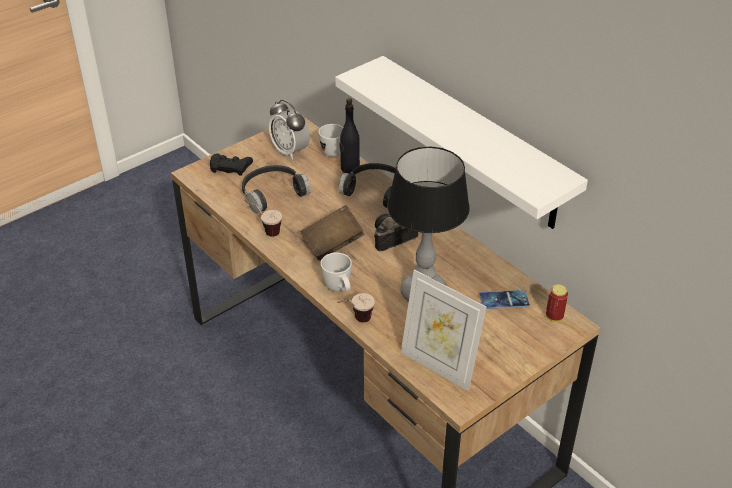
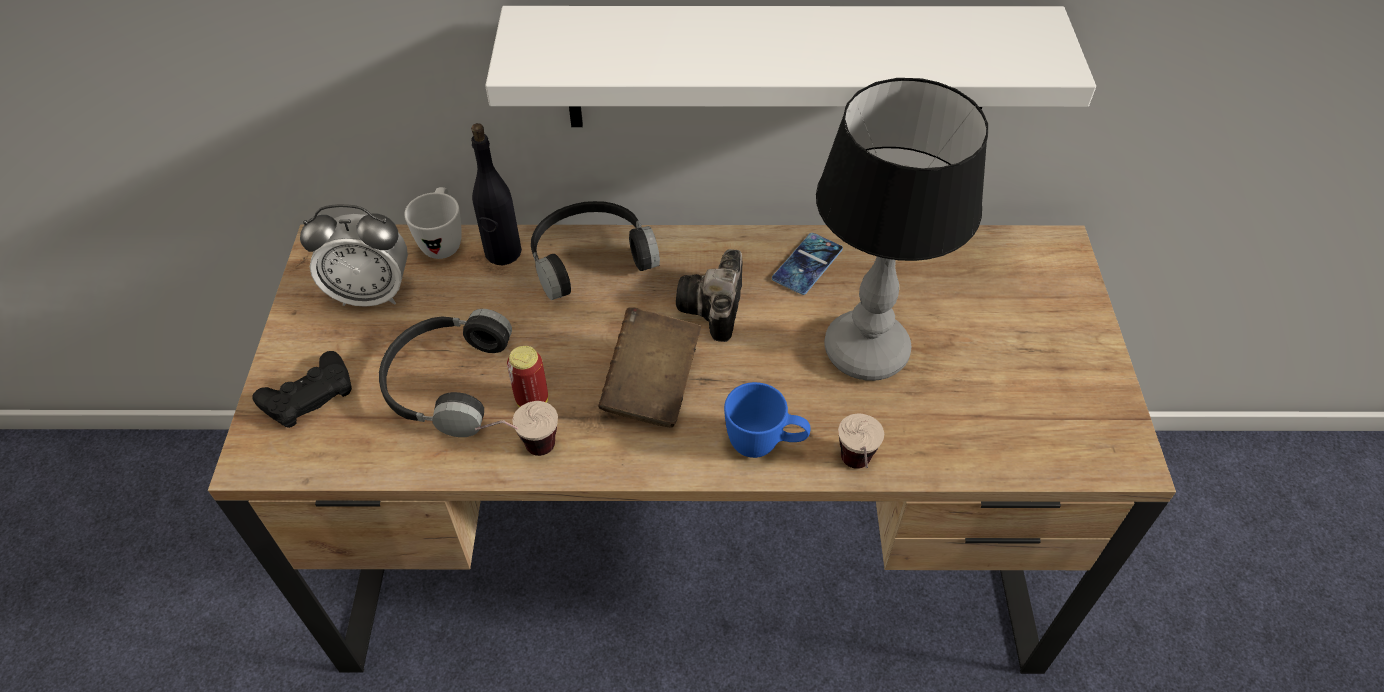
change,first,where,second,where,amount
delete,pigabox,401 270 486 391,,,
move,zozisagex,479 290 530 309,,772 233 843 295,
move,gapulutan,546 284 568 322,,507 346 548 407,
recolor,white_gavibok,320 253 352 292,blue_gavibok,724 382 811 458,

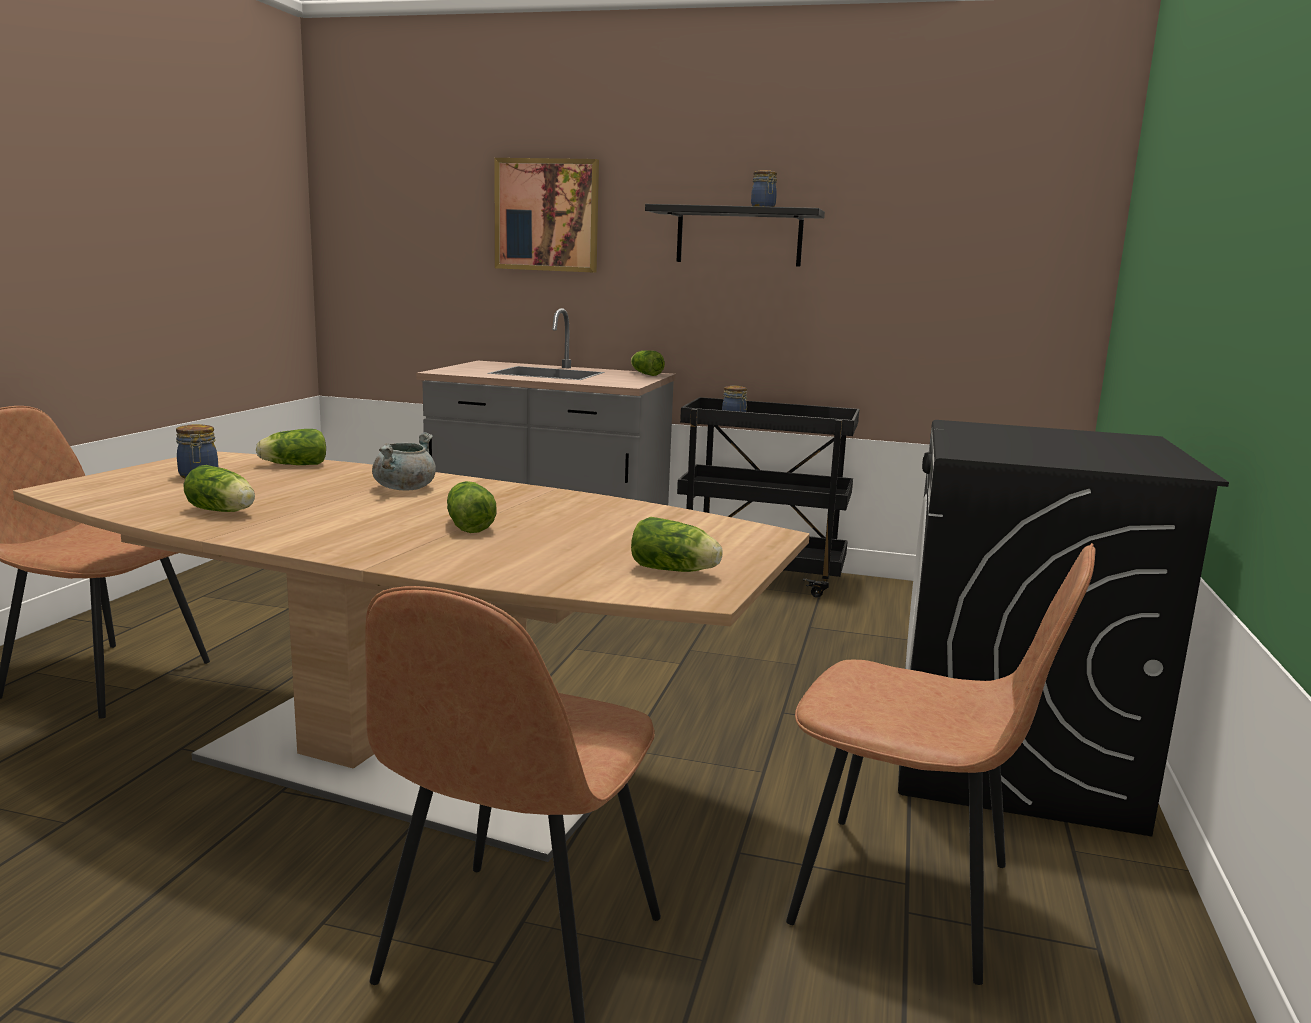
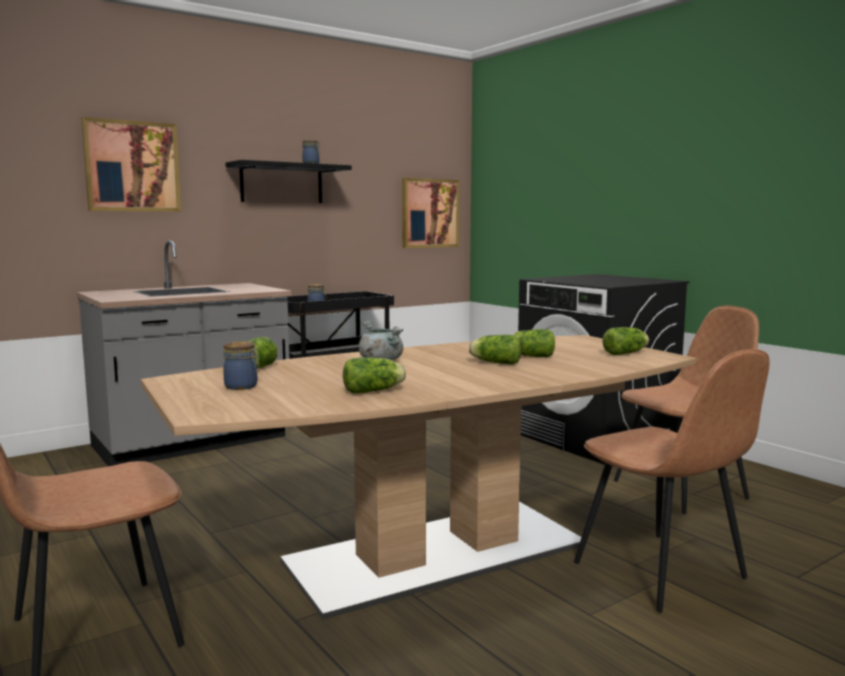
change,first,where,second,where,amount
insert,,,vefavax,402 178 460 248,
move,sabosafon,631 350 665 376,,512 329 555 357,

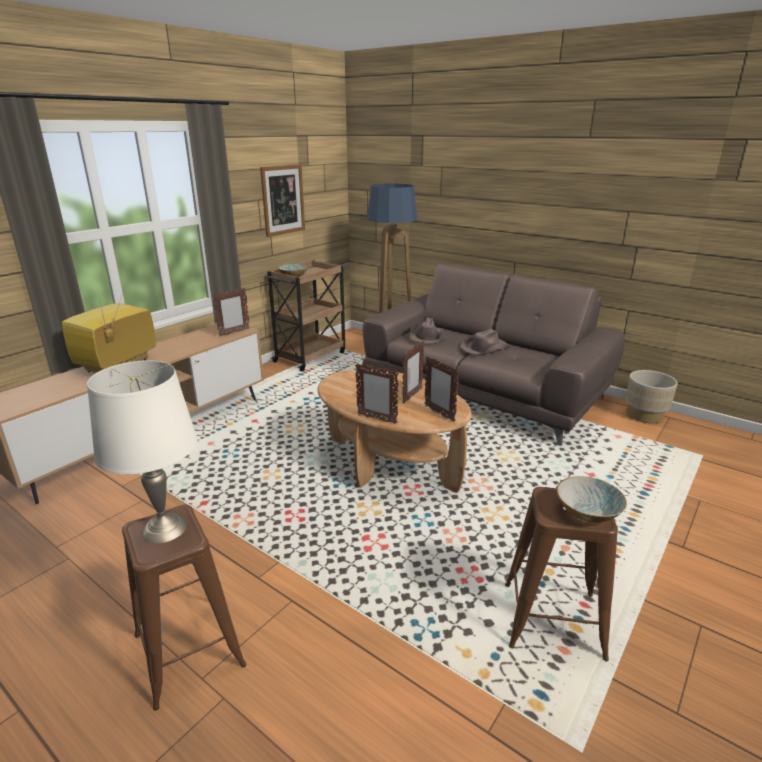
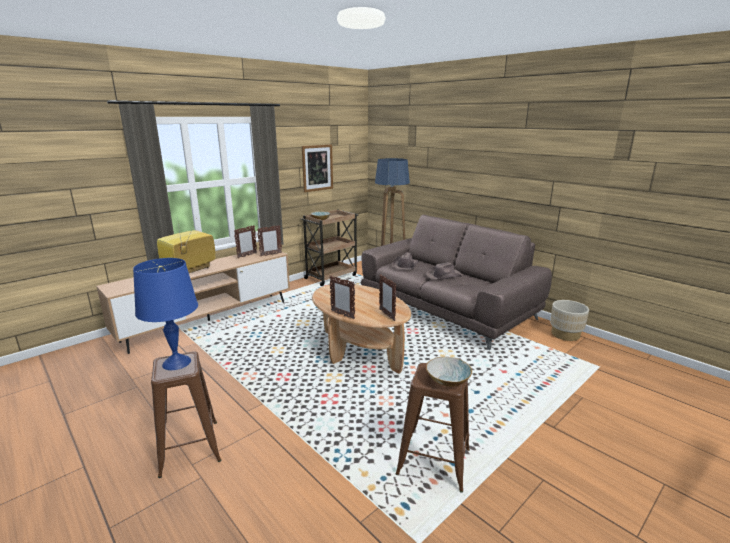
change,first,where,second,where,amount
move,pigabox,402 341 424 404,,234 225 257 258,
recolor,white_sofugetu,87 360 197 544,blue_sofugetu,133 258 198 370,

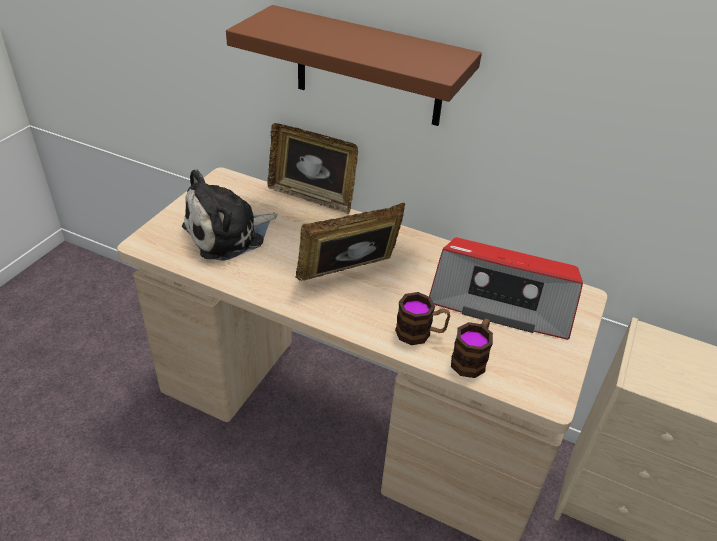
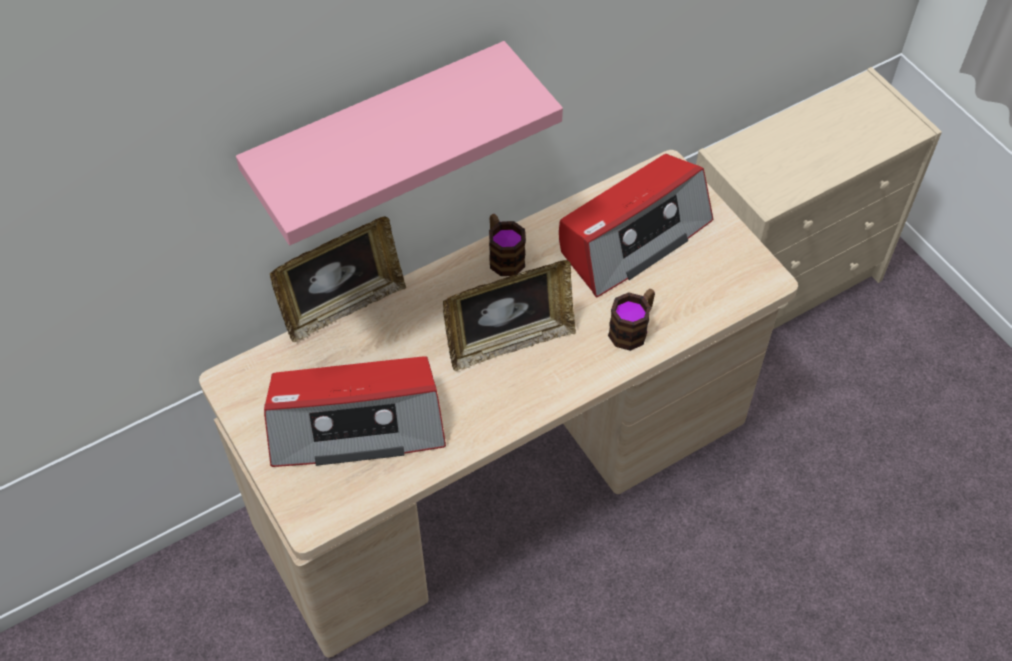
change,first,where,second,where,amount
move,gavibok,451 319 493 378,,489 214 526 276,
replace,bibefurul,182 169 277 261,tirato,264 356 446 467,
recolor,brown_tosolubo,226 5 482 126,pink_tosolubo,236 41 563 245,
rotate,pigabox,295 203 405 281,,443 260 576 371,120 degrees counterclockwise

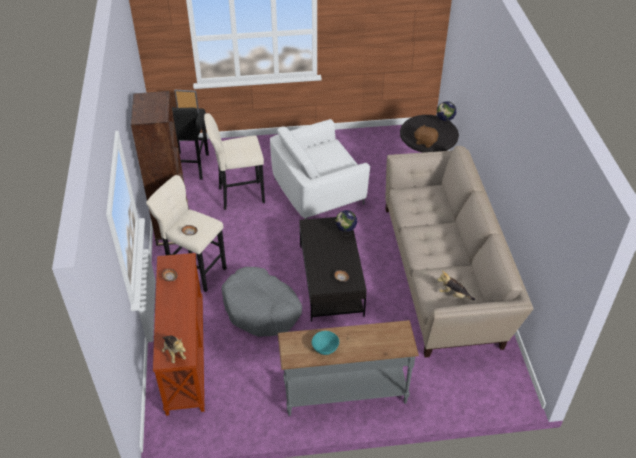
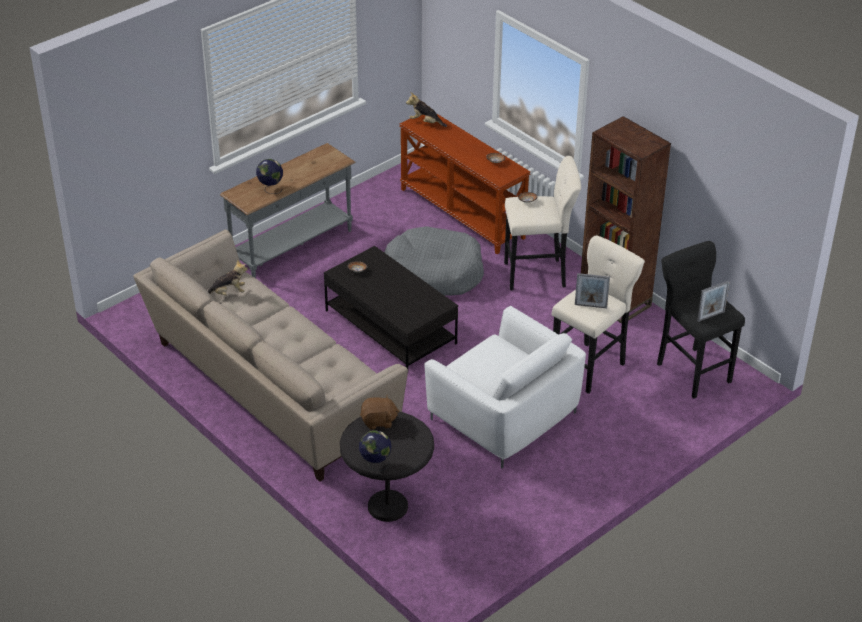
change,first,where,second,where,amount
delete,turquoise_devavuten,312 331 339 355,,,
insert,,,pigabox,575 273 610 308,
move,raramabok,335 210 357 236,,256 159 283 194,
rotate,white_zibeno,270 119 370 219,,424 306 586 468,105 degrees clockwise

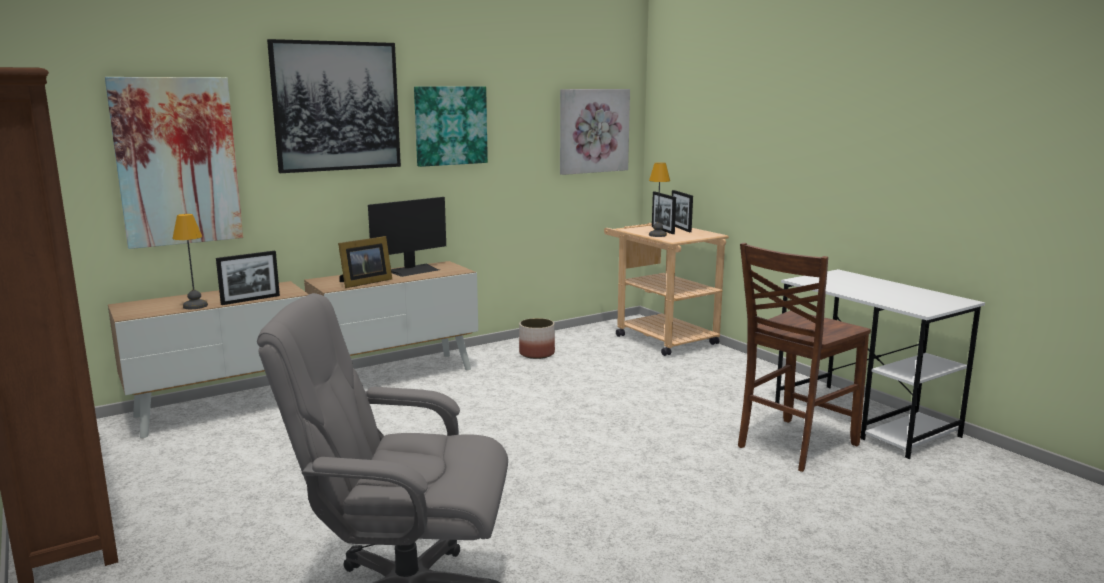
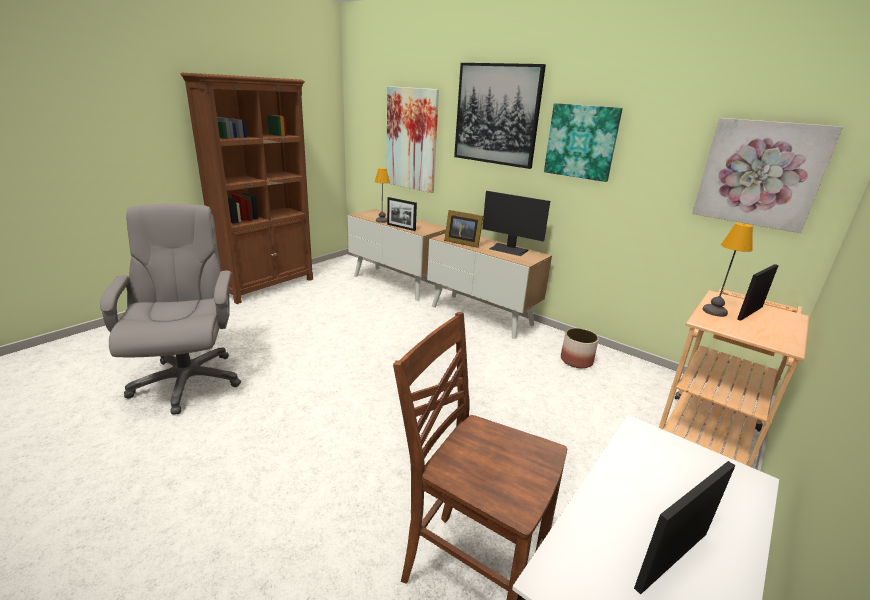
change,first,where,second,where,amount
move,pigabox,672 190 693 232,,634 461 736 595,

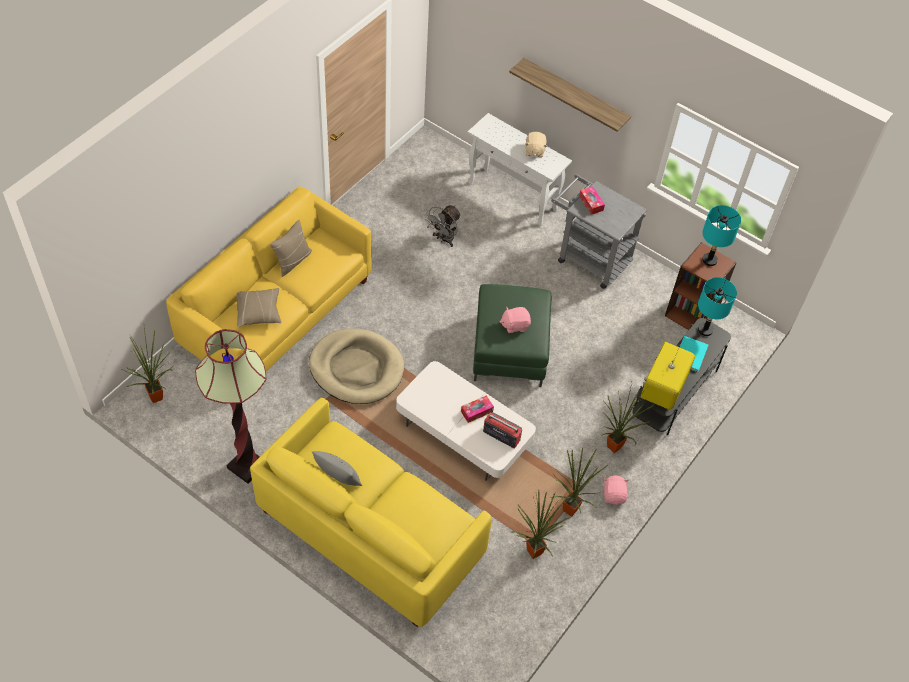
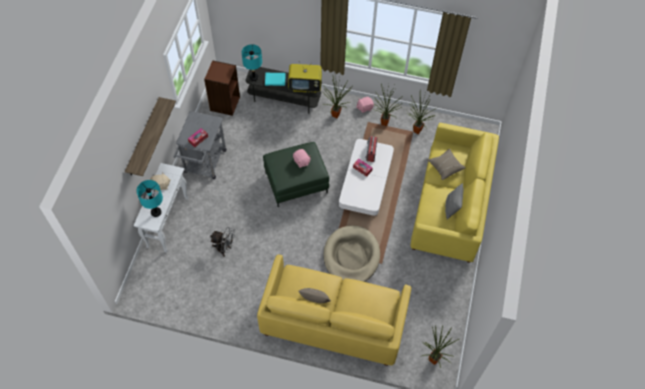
change,first,where,second,where,amount
delete,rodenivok,195 329 267 484,,,
move,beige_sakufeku,236 288 281 327,,427 149 466 180,
move,turquoise_sofugetu,702 205 741 266,,136 180 163 217,

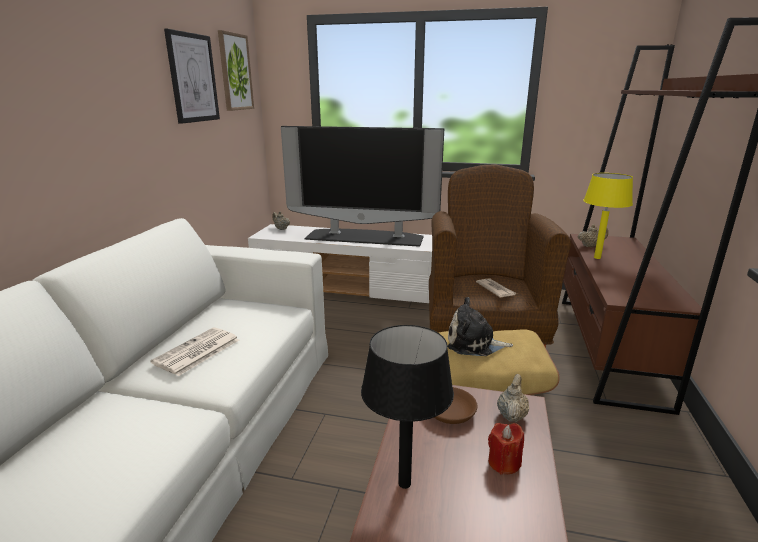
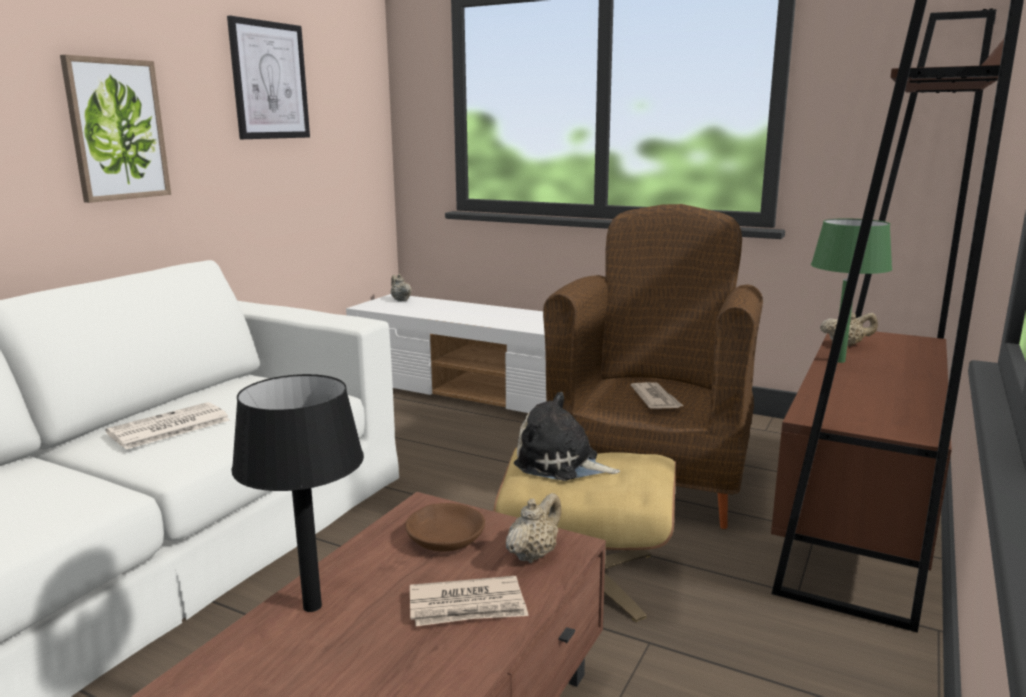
change,first,where,second,where,amount
delete,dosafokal,281 126 444 247,,,
move,vefavax,218 30 254 111,,60 55 171 203,
replace,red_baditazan,488 423 524 475,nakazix,410 576 529 626,
recolor,yellow_sofugetu,583 173 633 259,green_sofugetu,811 219 892 363,

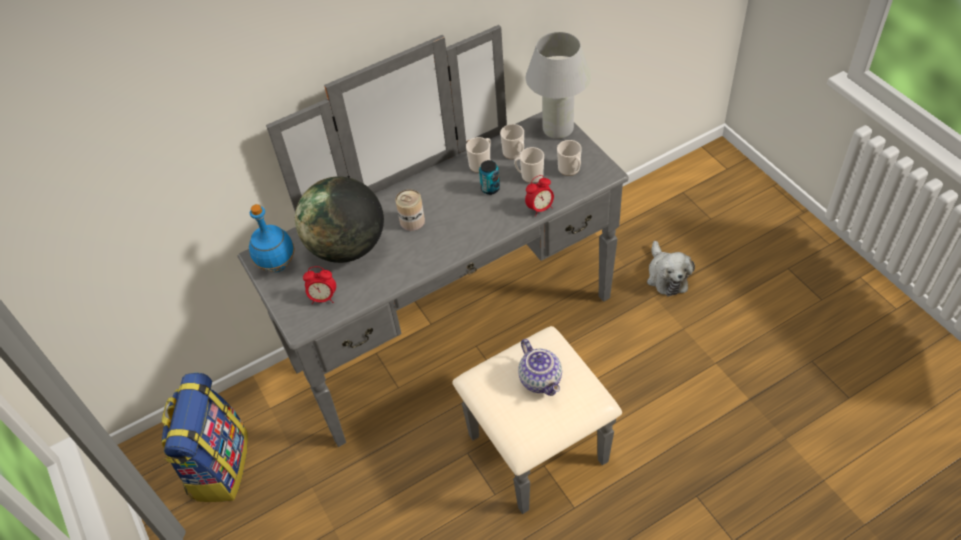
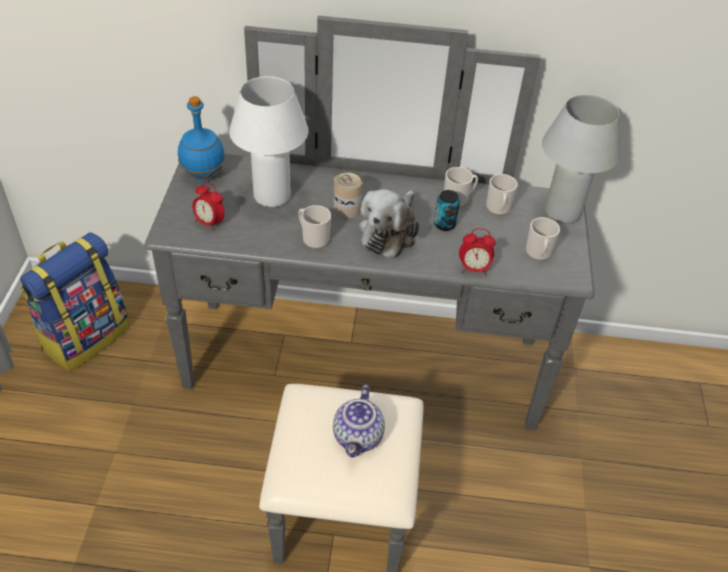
change,first,where,second,where,amount
move,gavibok,514 147 544 183,,299 205 331 249,
move,bibefurul,647 241 695 296,,359 189 420 259,
replace,raramabok,295 176 384 263,white_sofugetu,229 76 308 207,

